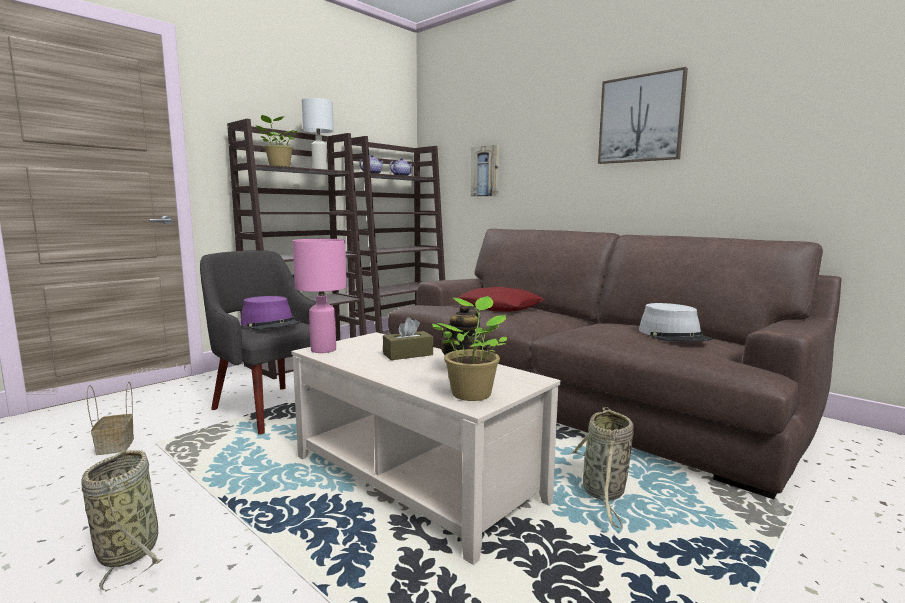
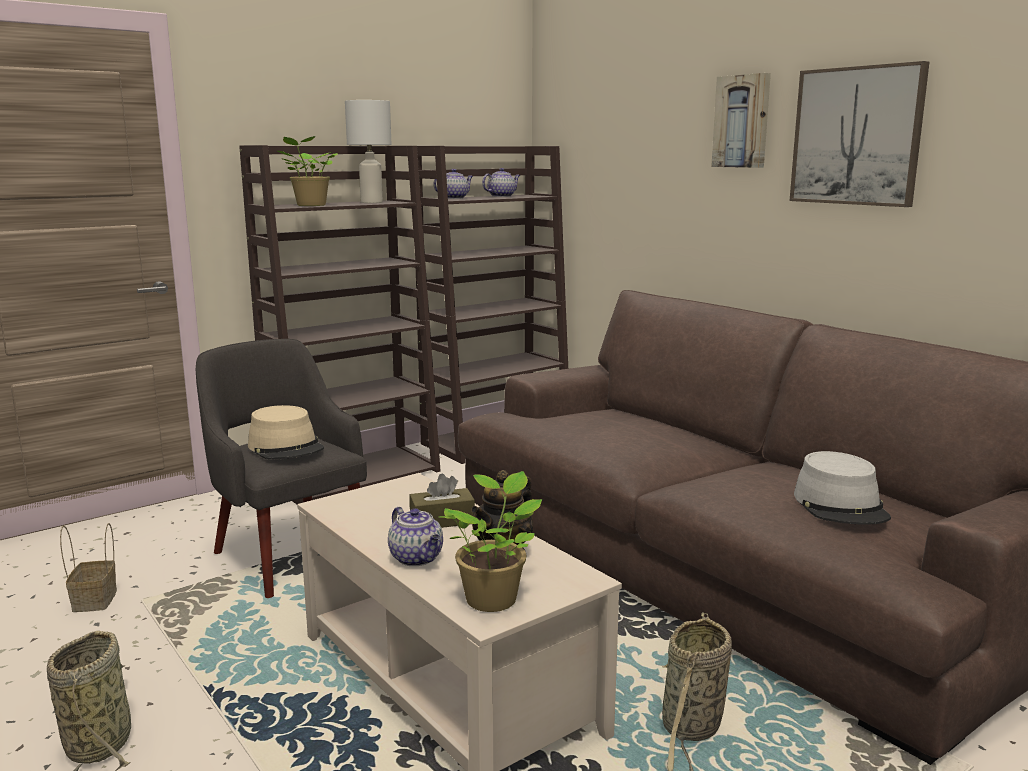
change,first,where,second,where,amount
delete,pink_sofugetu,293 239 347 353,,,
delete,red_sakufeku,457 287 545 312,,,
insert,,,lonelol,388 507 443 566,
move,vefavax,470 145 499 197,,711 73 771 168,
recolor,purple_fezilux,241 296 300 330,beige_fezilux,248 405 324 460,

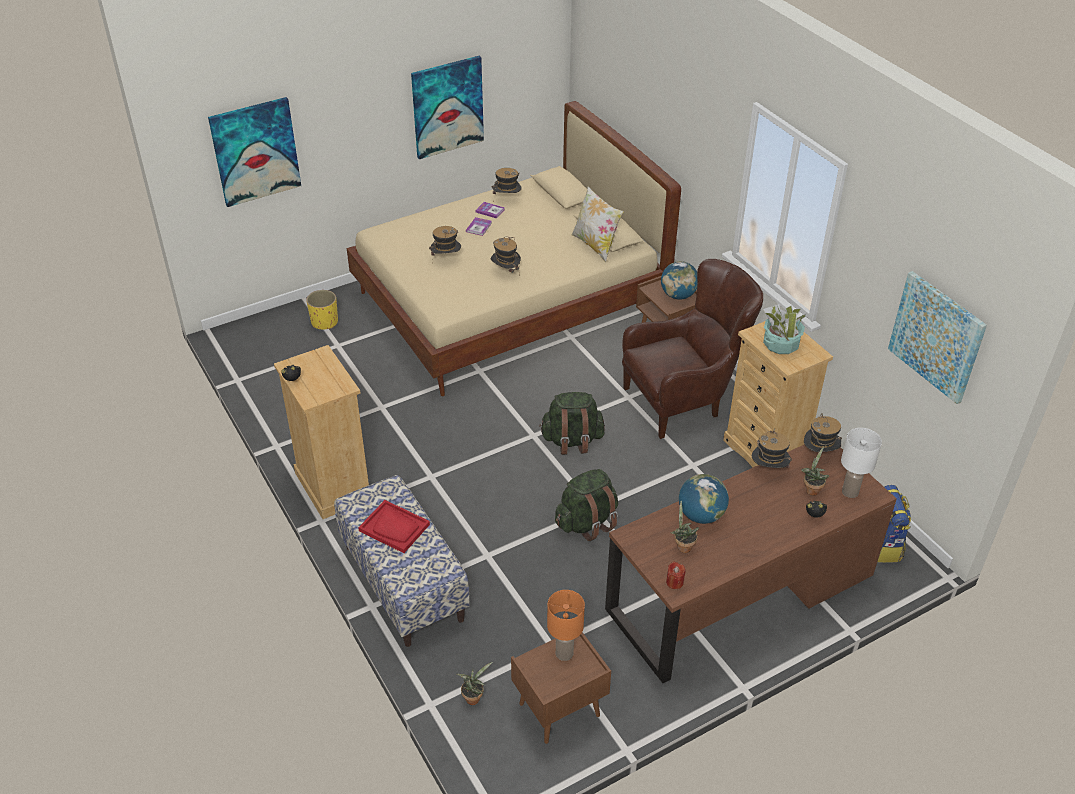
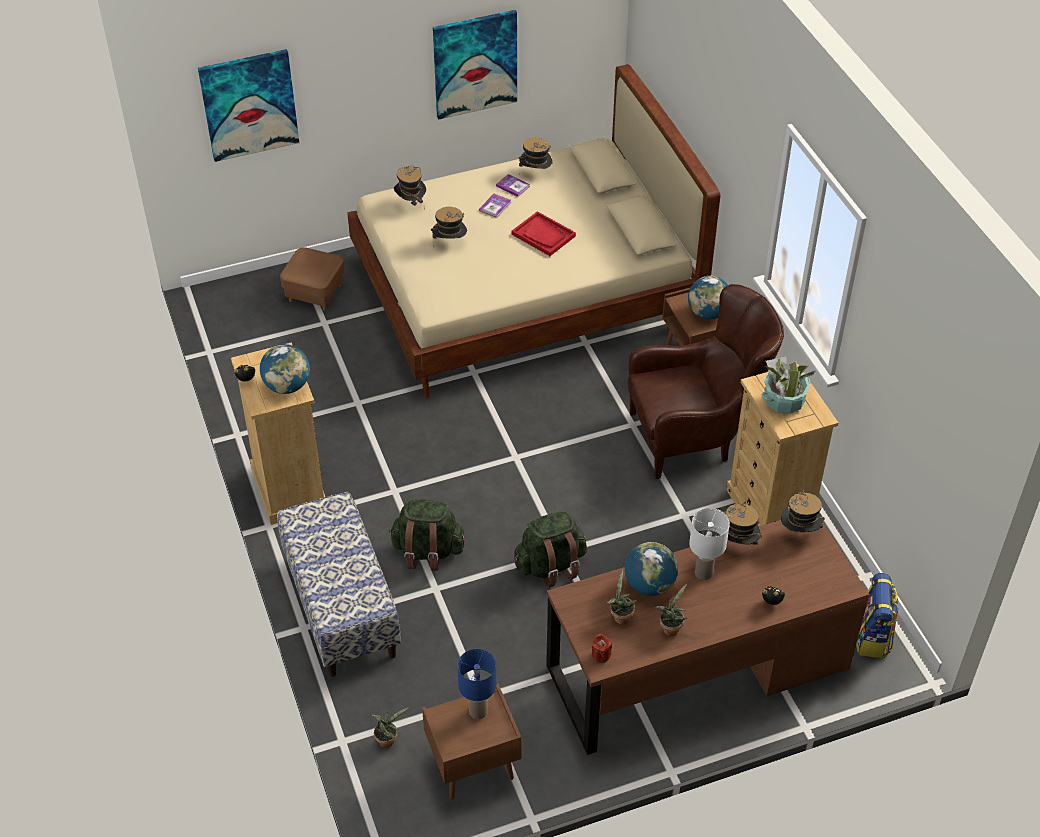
change,first,where,second,where,amount
delete,sakufeku,572 186 624 262,,,
delete,vefavax,888 271 987 404,,,
insert,,,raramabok,260 344 310 394,
move,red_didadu,358 500 430 553,,512 211 576 256,
move,fezilux,491 237 521 273,,394 166 426 209,
move,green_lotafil,539 392 605 455,,389 499 465 570,
move,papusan,801 446 829 496,,654 584 687 636,
move,white_sofugetu,841 428 882 498,,689 508 730 580,
replace,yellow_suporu,306 290 338 329,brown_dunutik,280 247 345 311,
recolor,orange_sofugetu,547 590 585 661,blue_sofugetu,457 649 496 719,

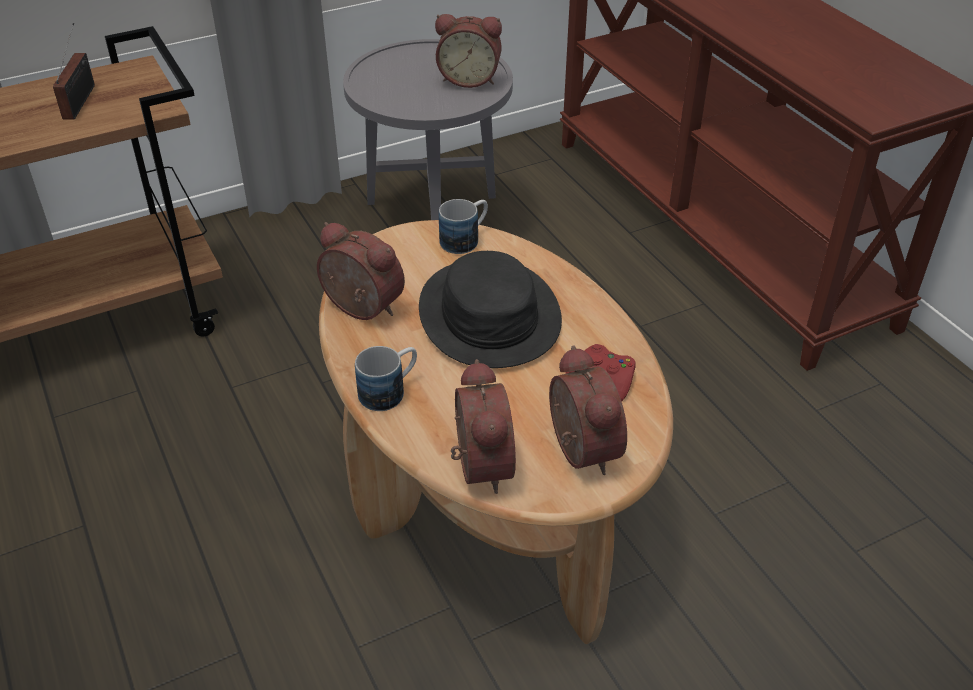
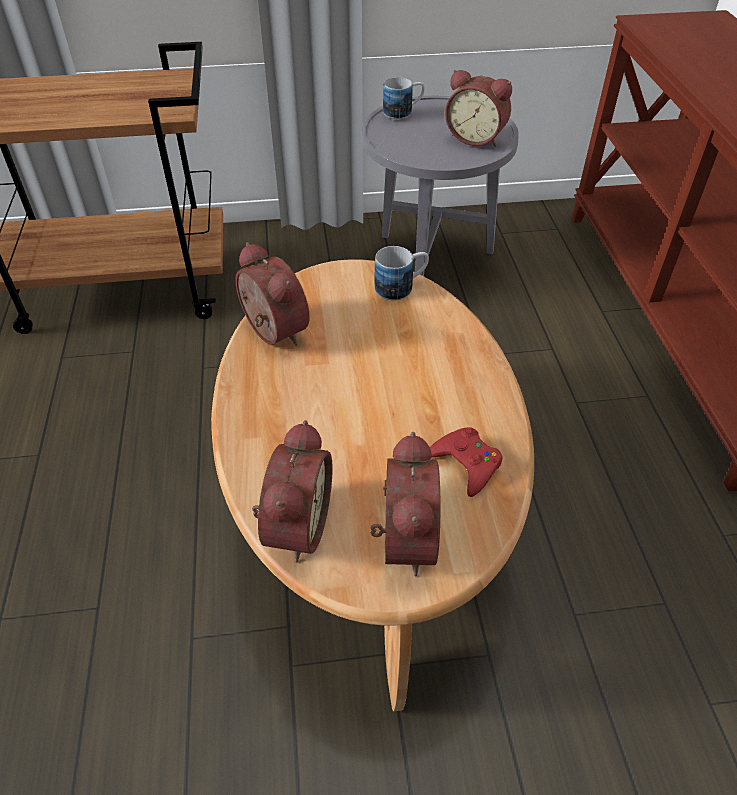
change,first,where,second,where,amount
delete,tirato,53 23 95 119,,,
delete,black_fezilux,419 251 562 368,,,
move,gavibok,355 346 417 411,,383 77 425 119,

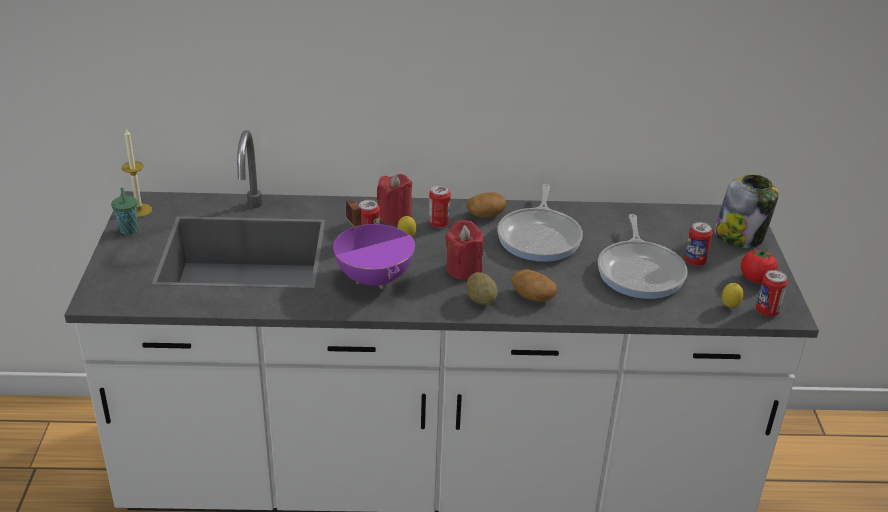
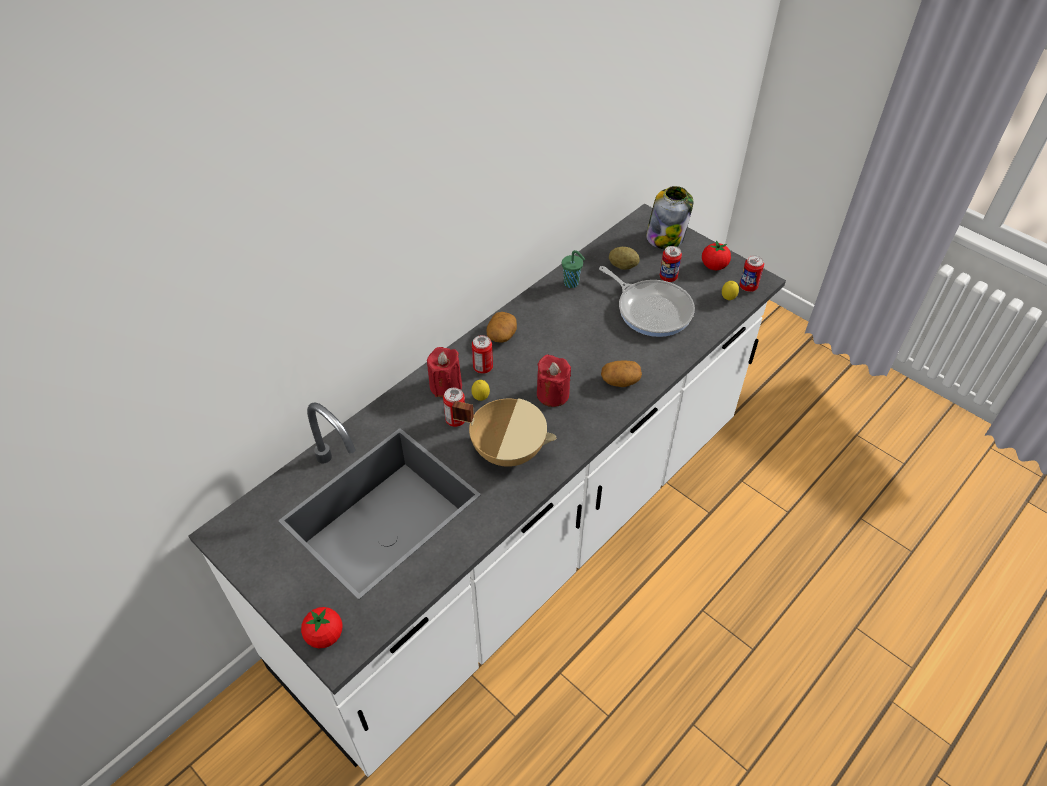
change,first,where,second,where,amount
delete,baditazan,121 128 152 217,,,
delete,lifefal,497 184 583 262,,,
insert,,,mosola,301 607 342 648,
move,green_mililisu,111 187 138 235,,562 250 585 288,
move,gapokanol,466 272 498 305,,609 247 640 270,
recolor,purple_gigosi,333 199 415 289,beige_gigosi,452 398 556 467,

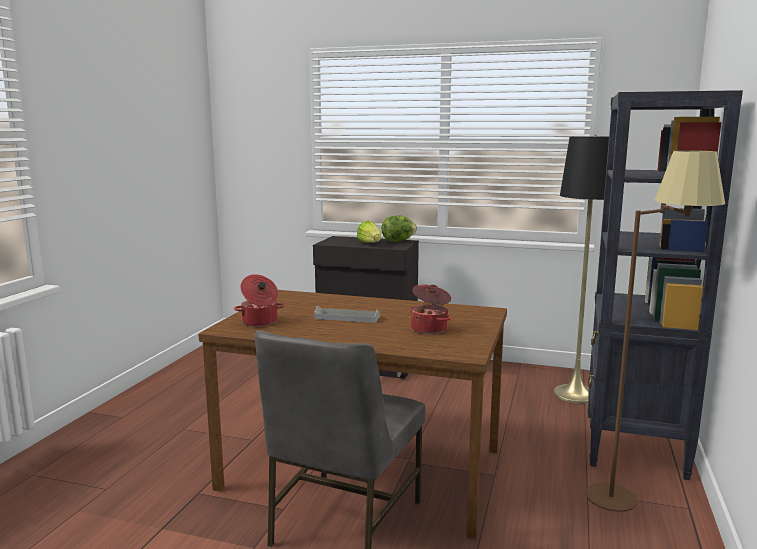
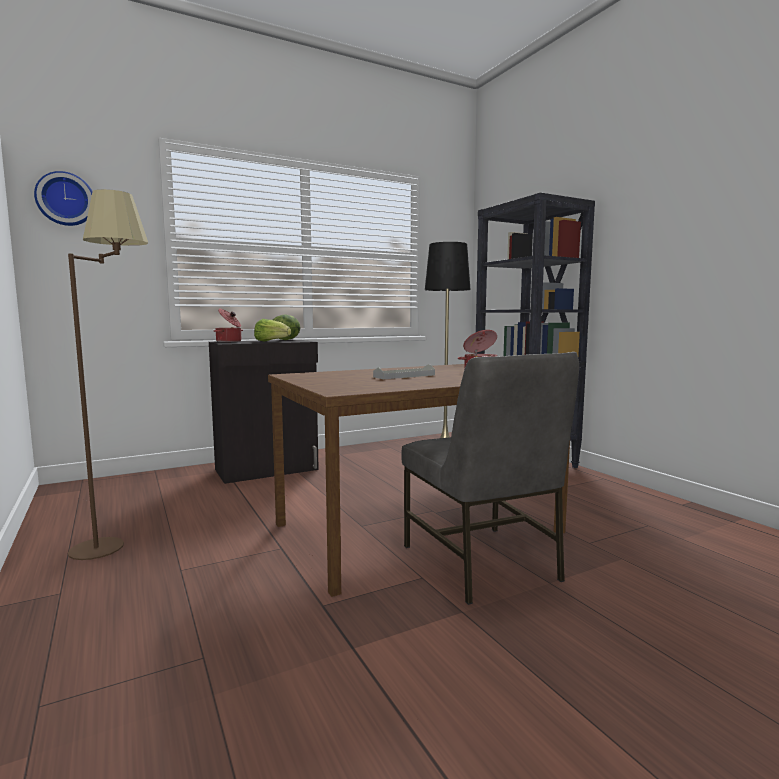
change,first,where,second,where,amount
insert,,,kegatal,34 171 93 226,
move,gigosi,234 274 285 327,,214 309 243 342,
move,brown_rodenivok,585 150 725 512,,68 189 148 560,

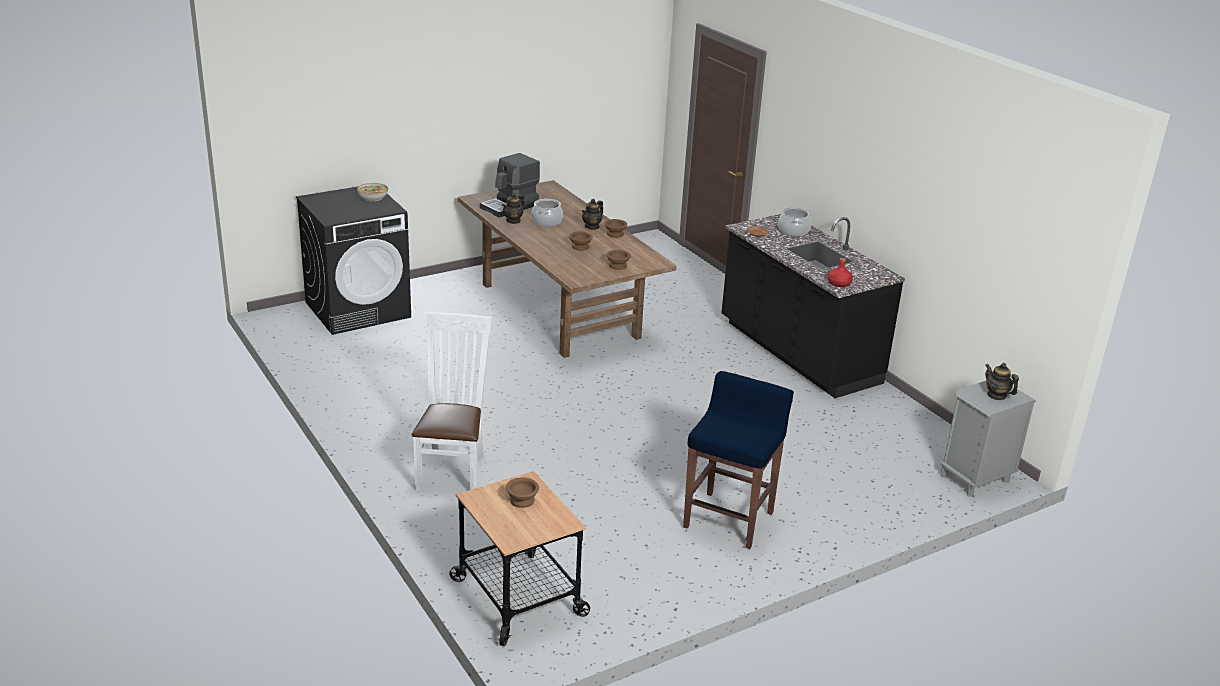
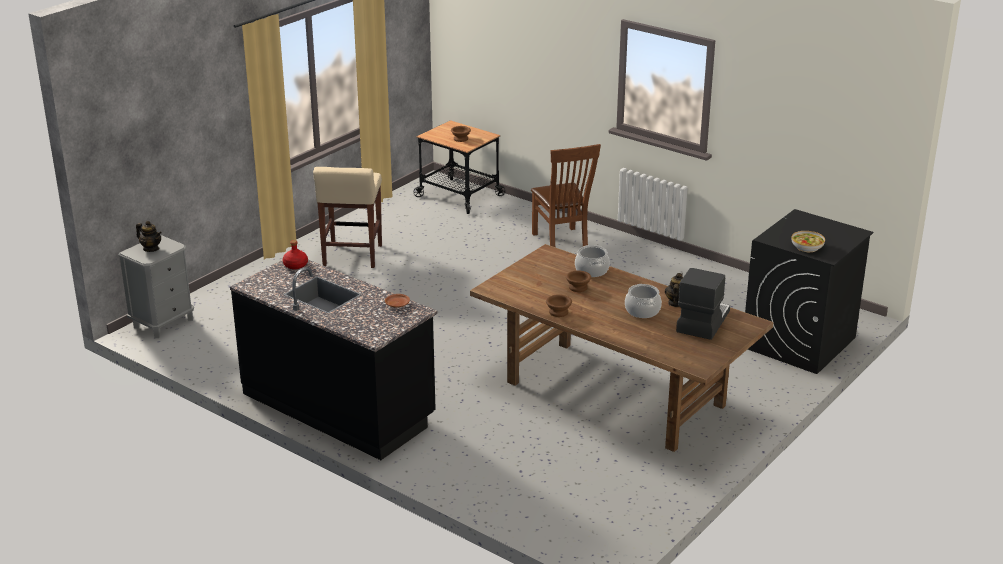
change,first,where,second,where,amount
delete,lonelol,582 199 603 230,,,
delete,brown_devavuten,607 250 631 270,,,
move,gigosi,778 207 811 236,,575 245 610 277,
recolor,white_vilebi,412 312 492 491,brown_vilebi,531 144 601 247,
recolor,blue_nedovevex,683 371 794 549,beige_nedovevex,313 167 382 268,

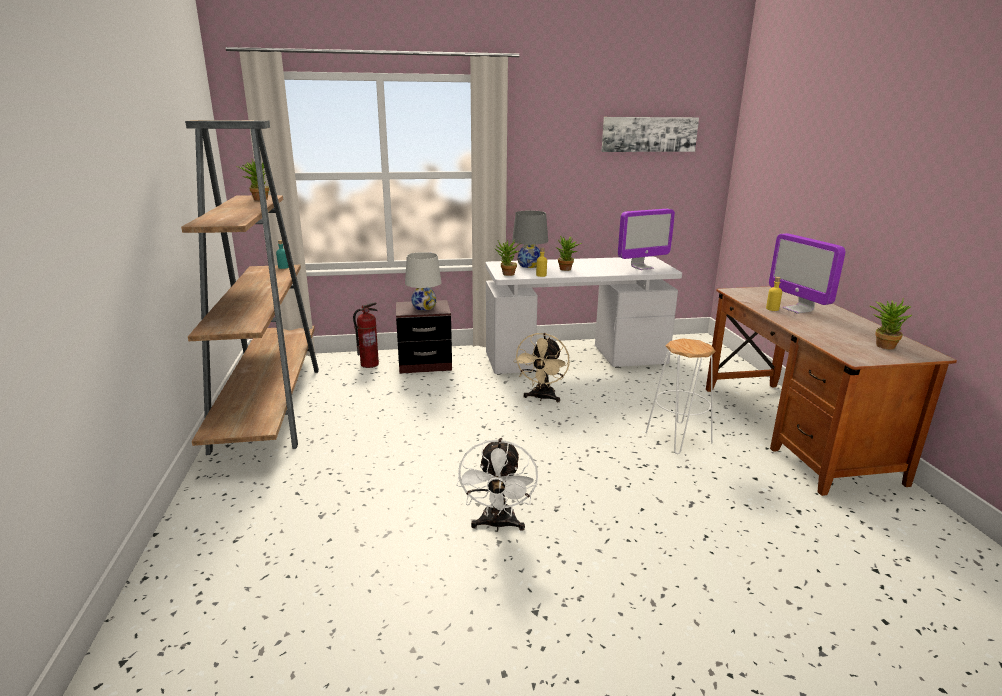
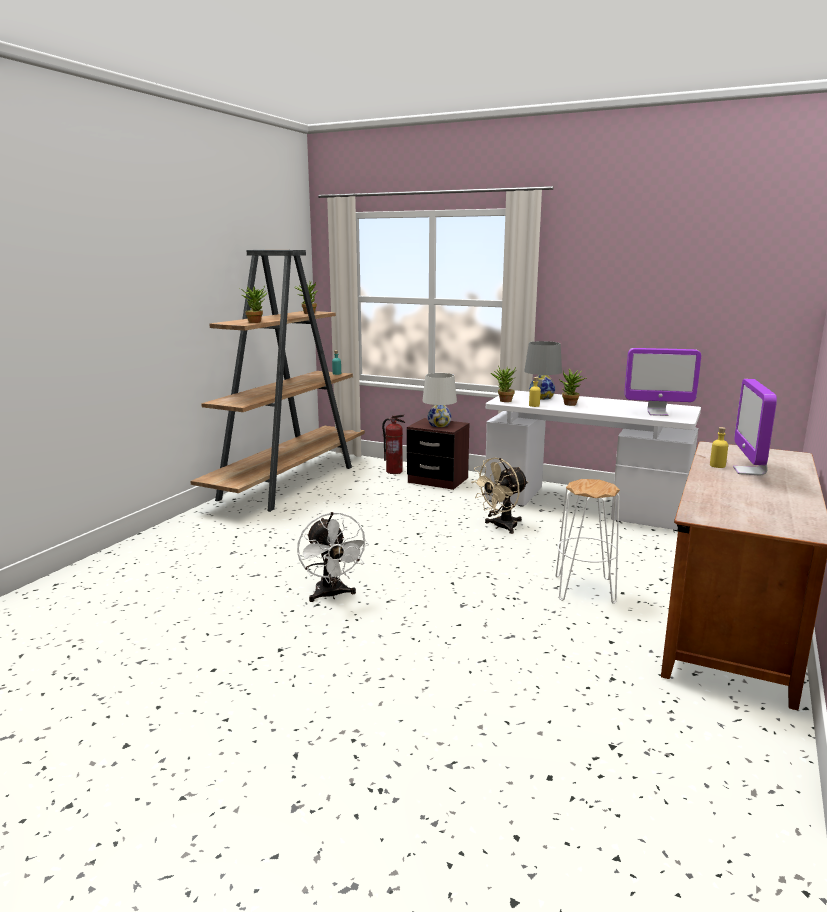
change,first,where,second,where,amount
delete,vefavax,601 117 699 152,,,
move,papusan,870 297 912 349,,240 286 267 323,
rotate,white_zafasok,457 438 538 532,,297 512 369 602,60 degrees counterclockwise

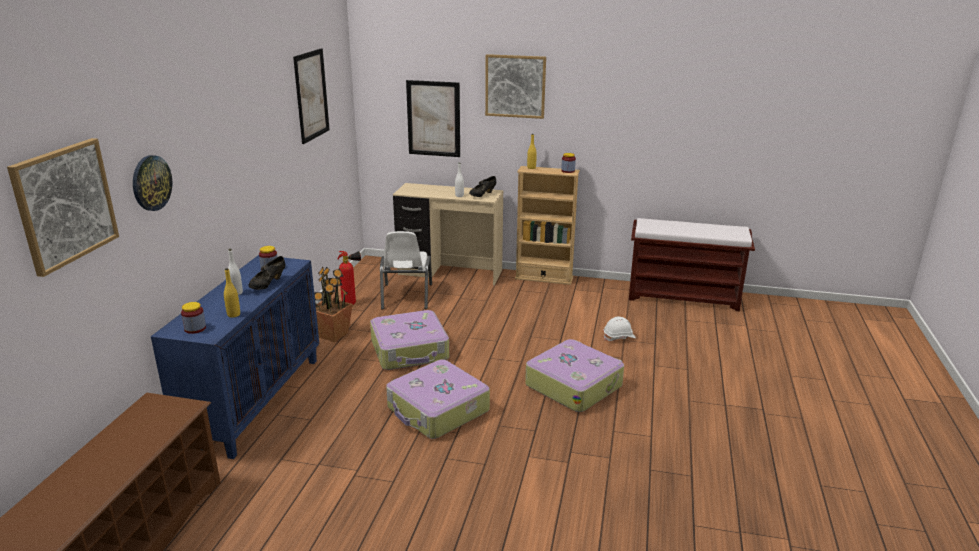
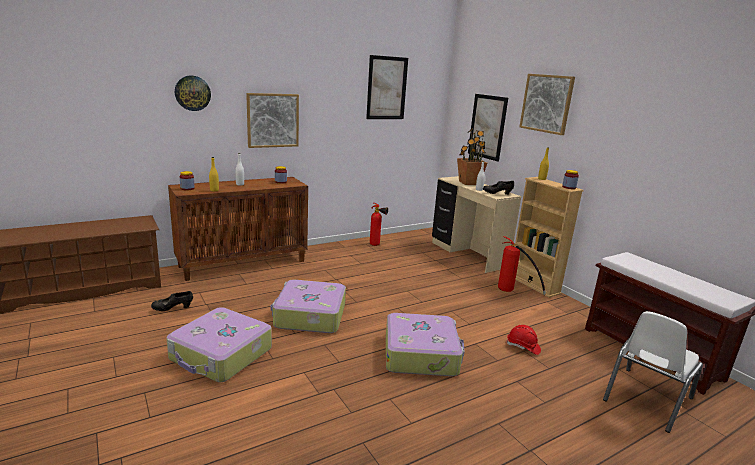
change,first,where,second,where,amount
insert,,,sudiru,498 236 546 295,
move,vefavax,7 138 119 277,,246 93 299 148,
move,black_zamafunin,248 256 285 290,,151 291 193 311,
move,papusan,314 267 353 342,,457 128 488 185,
move,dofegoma,370 310 449 370,,166 307 272 382,
move,white_vilebi,380 231 432 310,,603 311 703 433,
recolor,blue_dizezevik,151 255 319 459,brown_dizezevik,168 177 308 281,
recolor,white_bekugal,604 317 636 341,red_bekugal,506 325 541 355,

